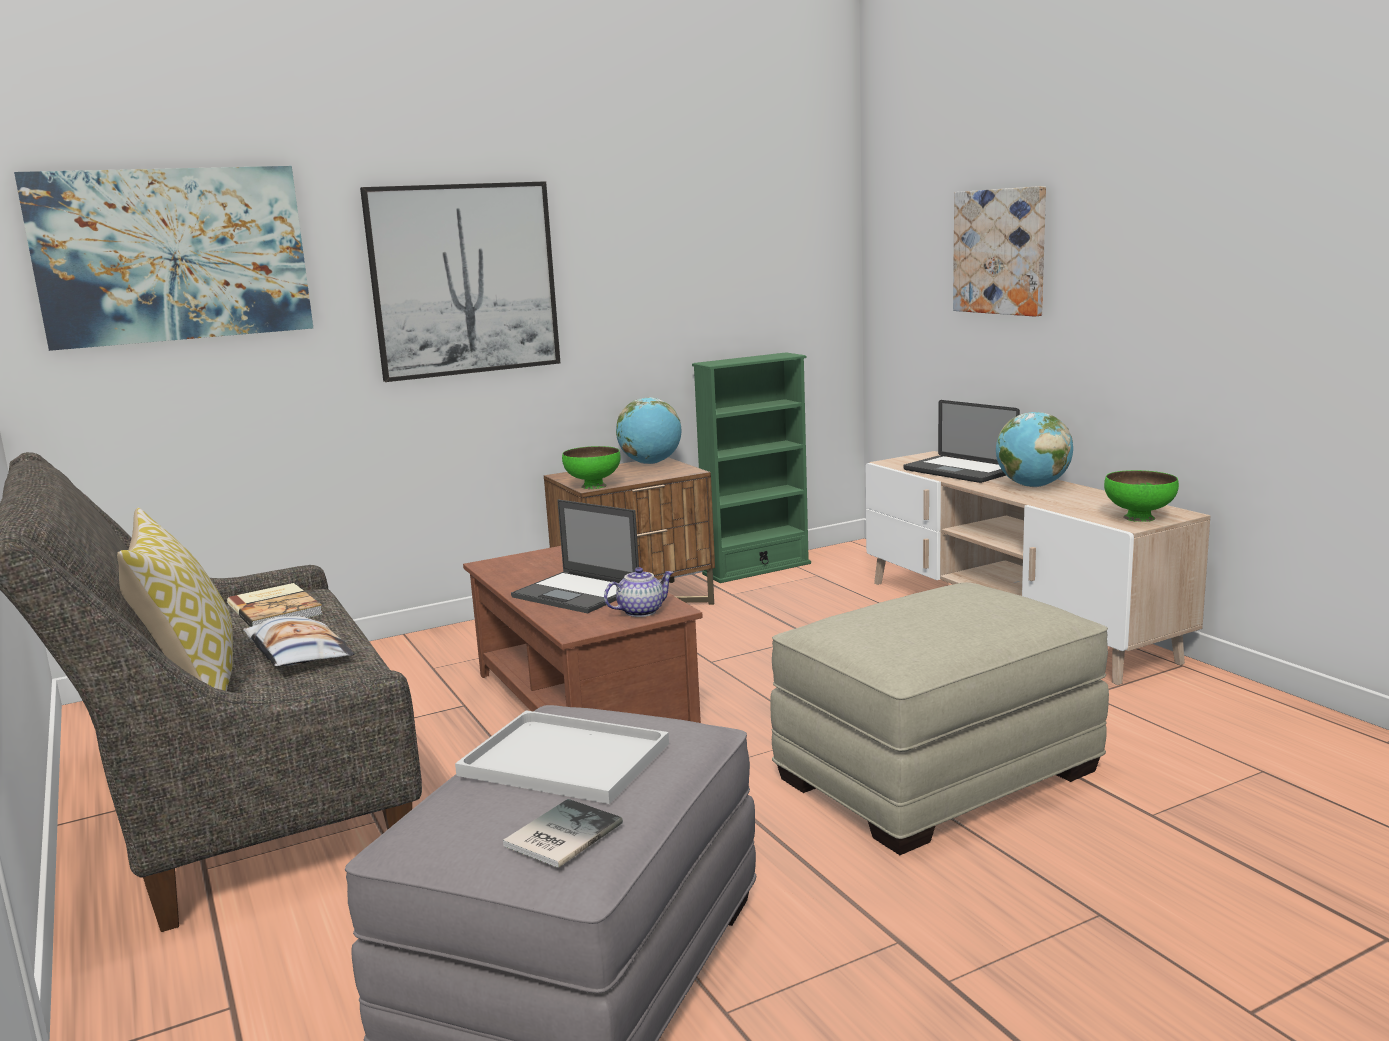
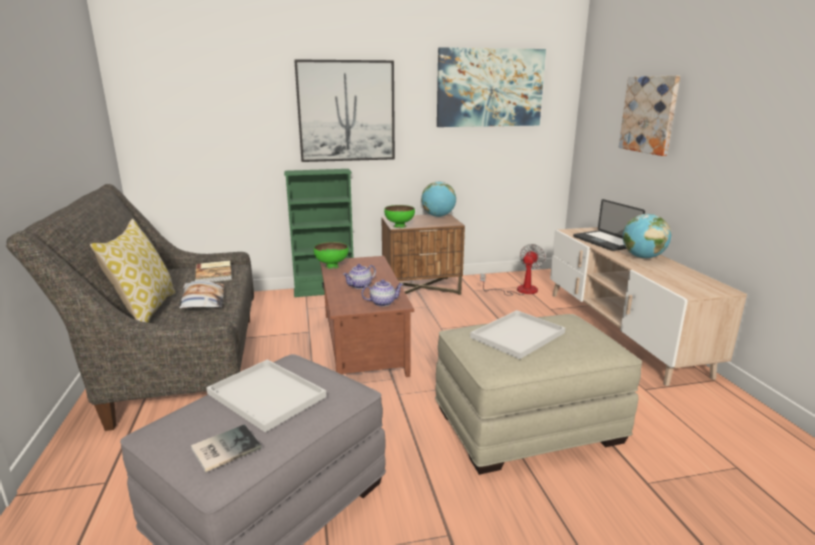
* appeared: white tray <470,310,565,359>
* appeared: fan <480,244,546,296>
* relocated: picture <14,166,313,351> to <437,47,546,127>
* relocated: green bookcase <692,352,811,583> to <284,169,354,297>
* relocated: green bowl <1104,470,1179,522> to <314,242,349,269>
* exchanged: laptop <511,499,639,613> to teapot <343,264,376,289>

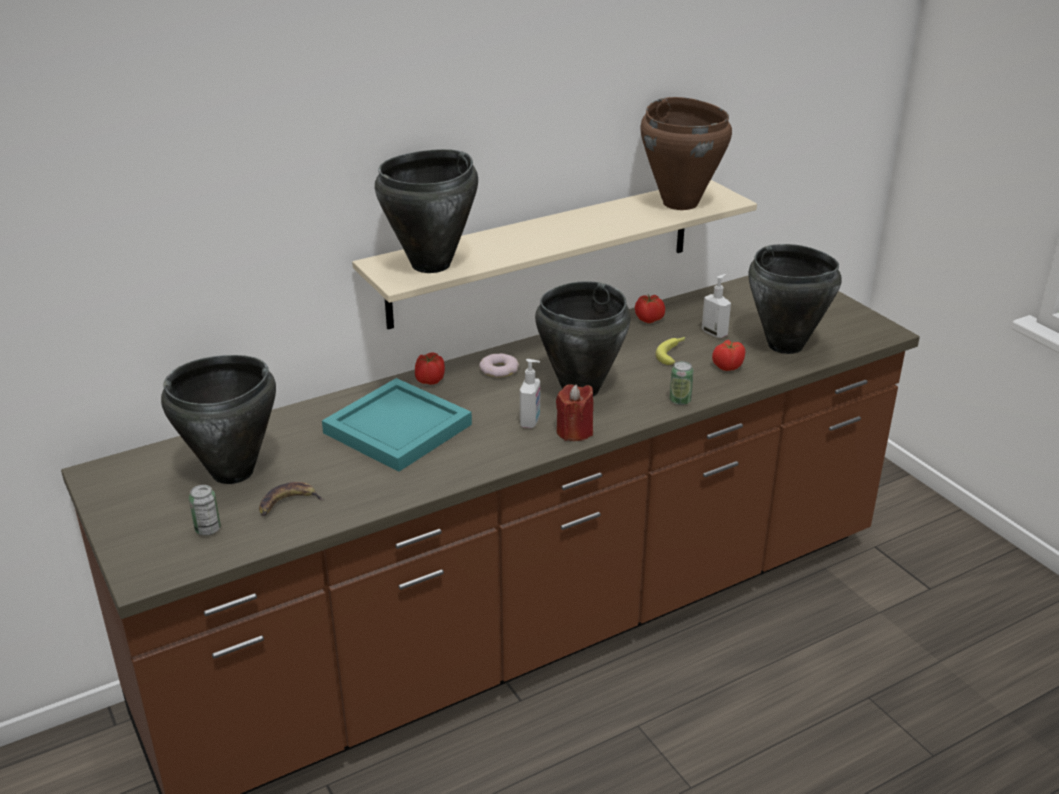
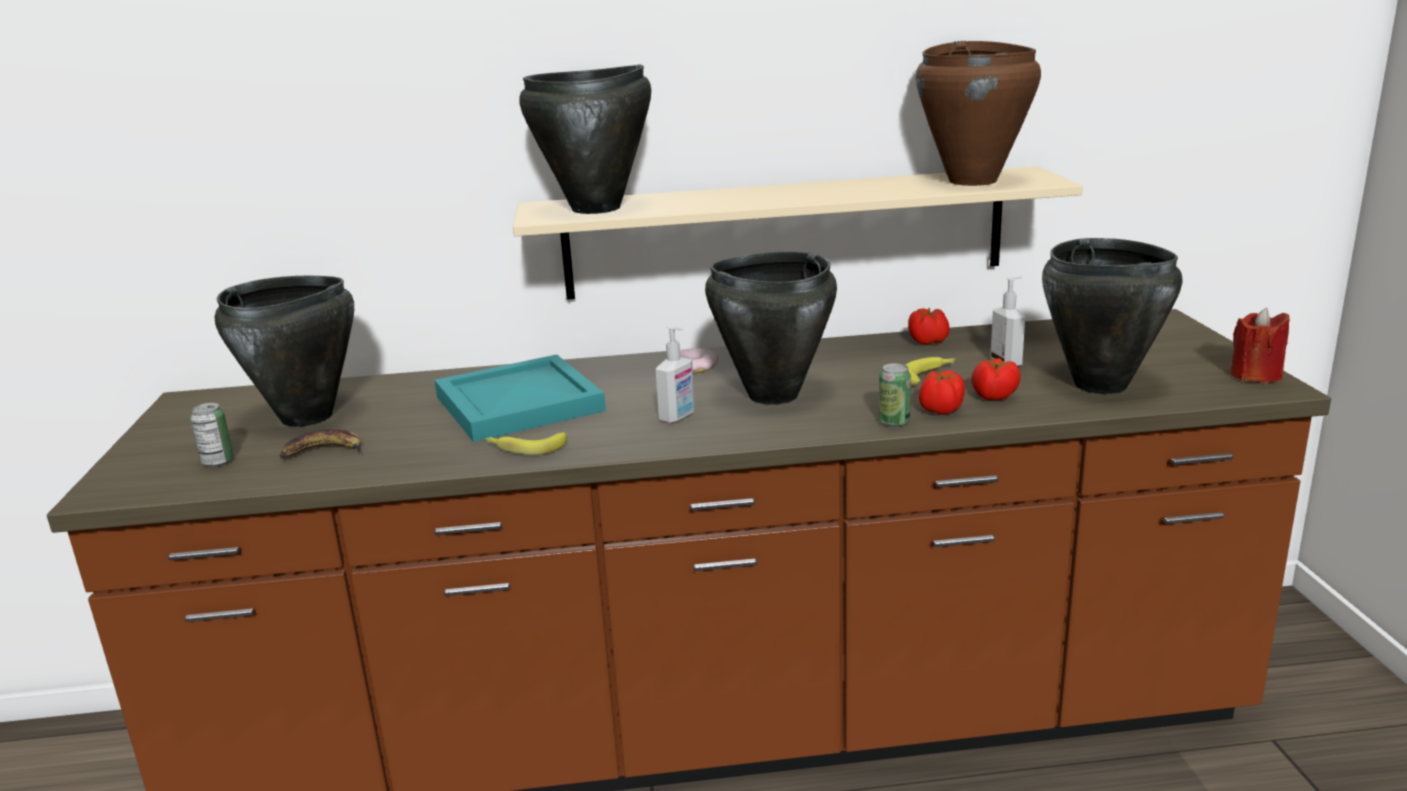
* appeared: banana <486,432,567,455>
* relocated: tomato <415,352,445,385> to <919,370,965,415>
* relocated: red candle <556,384,593,441> to <1230,308,1290,383>

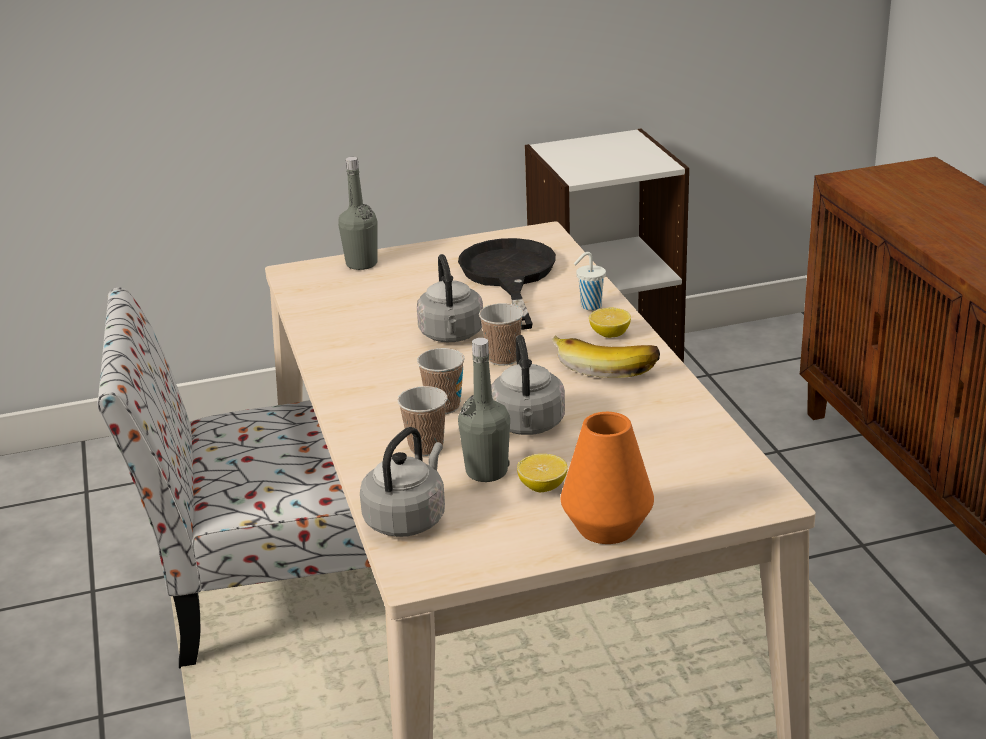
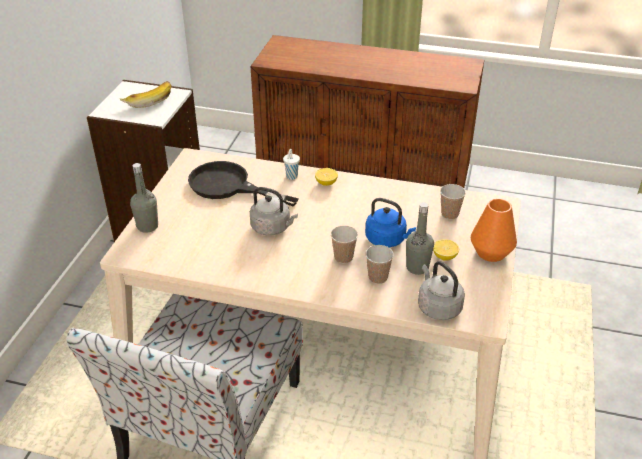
* relocated: cup <479,303,524,366> to <440,184,466,220>
* relocated: banana <552,335,660,378> to <120,81,172,108>
* colour: grey kettle <491,335,565,435> to blue kettle <365,198,416,247>

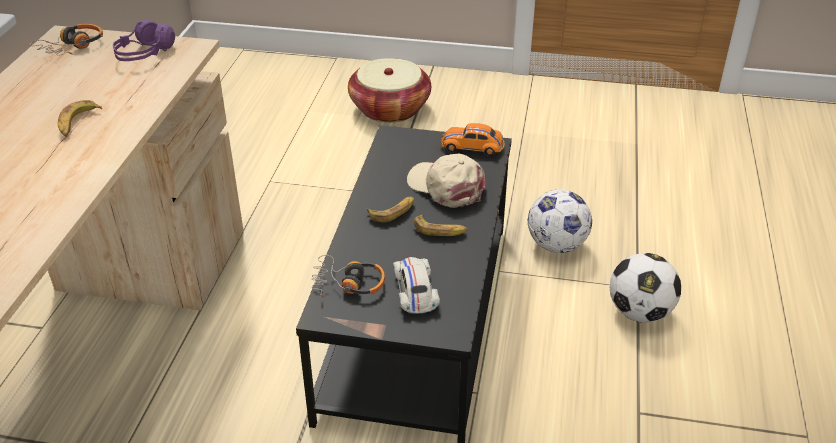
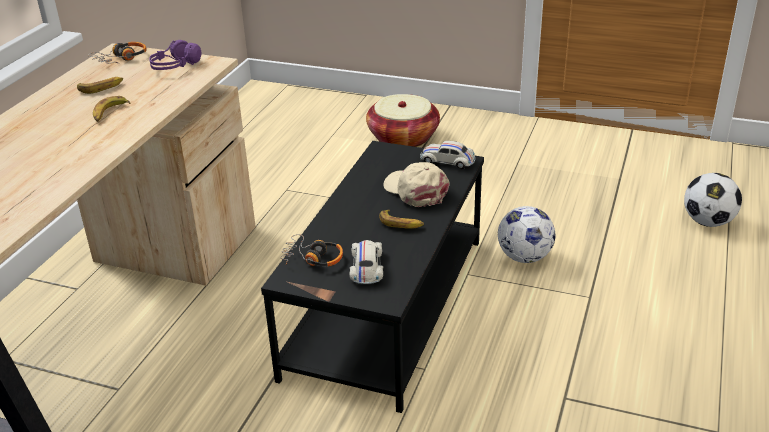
* relocated: banana <367,197,414,223> to <77,77,123,94>
* relocated: football <610,253,681,322> to <684,173,742,227>
* colour: orange toy car <441,123,505,156> to white toy car <420,141,475,169>

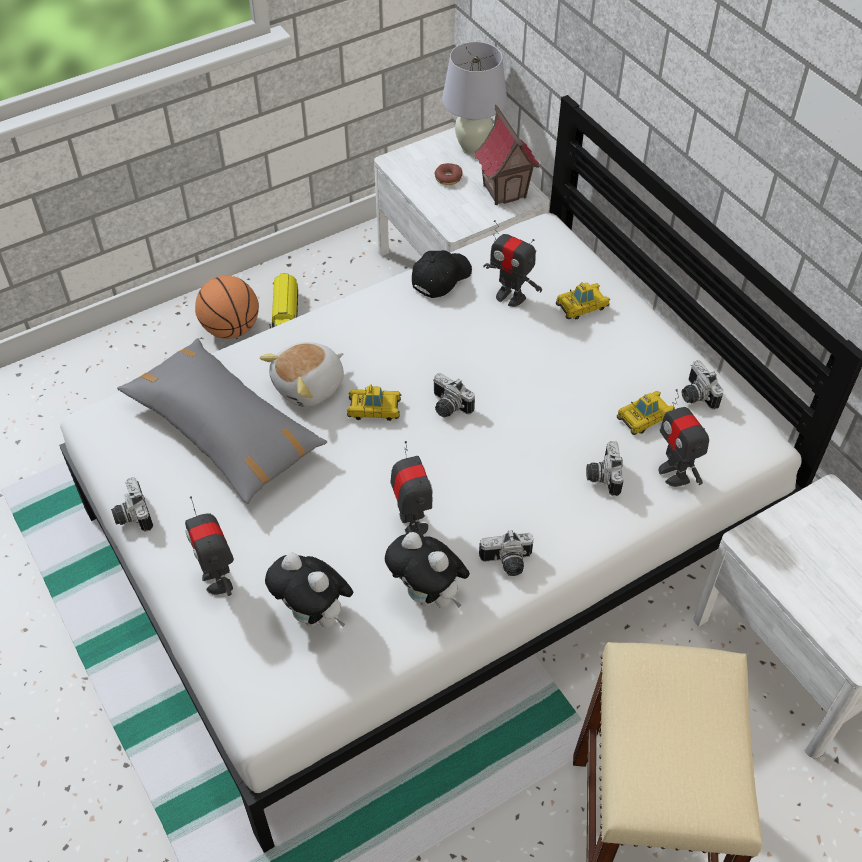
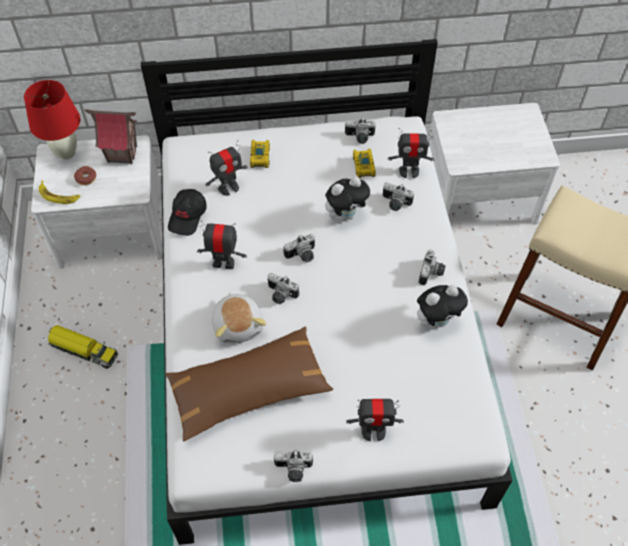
* missing: basketball <195,276,259,339>
* appeared: banana <39,181,80,204>
* relocated: plush toy <265,553,353,628> to <325,176,371,222>
* relocated: toy robot <391,441,433,537> to <197,220,247,269>
* exchanged: toy car <347,385,401,421> to photo camera <268,273,299,304>
* colour: grey pillow <117,338,327,504> to brown pillow <165,327,333,441>
* colour: white table lamp <442,42,507,155> to red table lamp <24,80,80,160>
* spun: black cap <412,250,472,298> = <168,189,207,236> 135 degrees counterclockwise

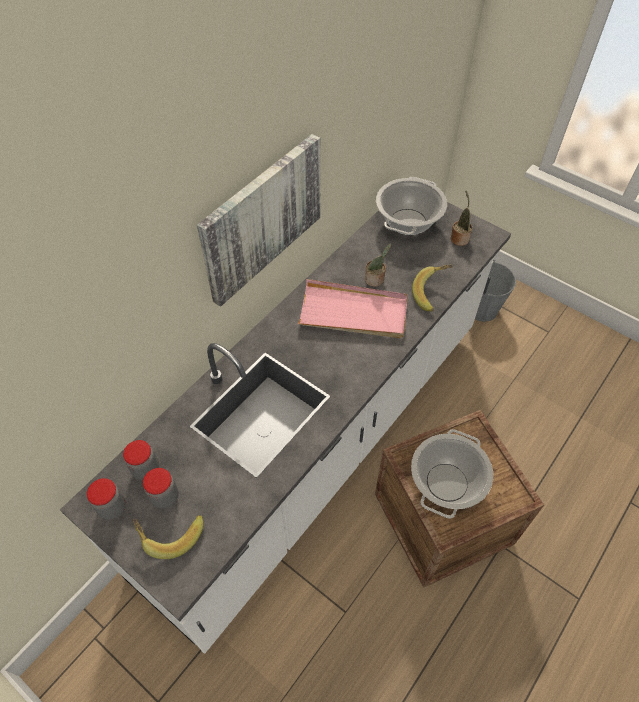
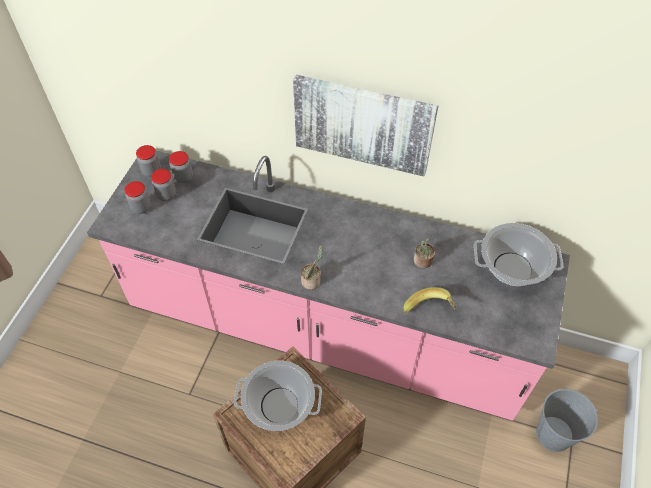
* missing: pink tray <297,279,407,338>
* relocated: potted plant <451,191,472,246> to <301,245,323,290>
* exchanged: banana <133,515,204,559> to jar <124,181,151,214>
* colour: white counter <60,202,511,654> to pink counter <87,150,570,421>

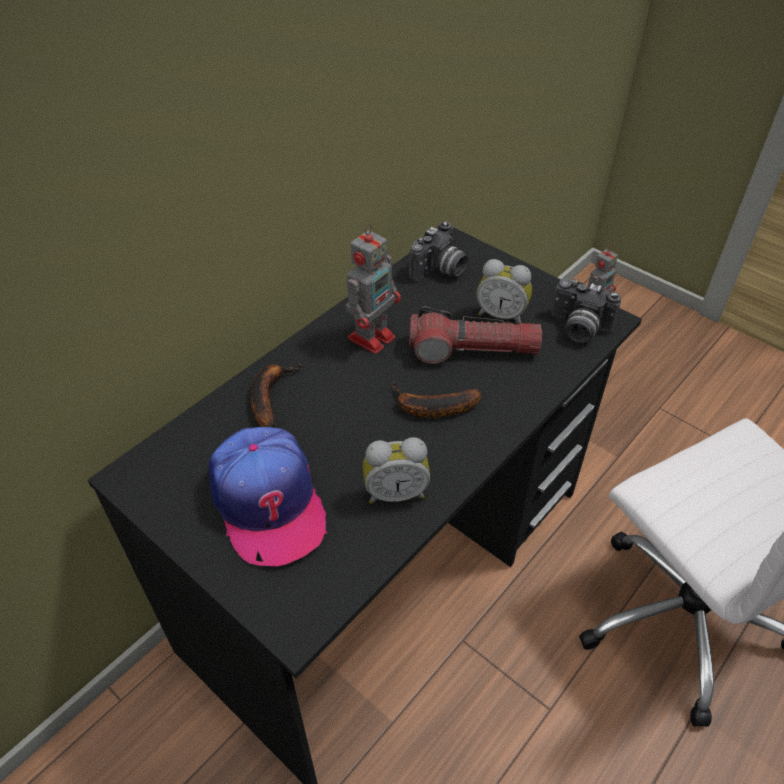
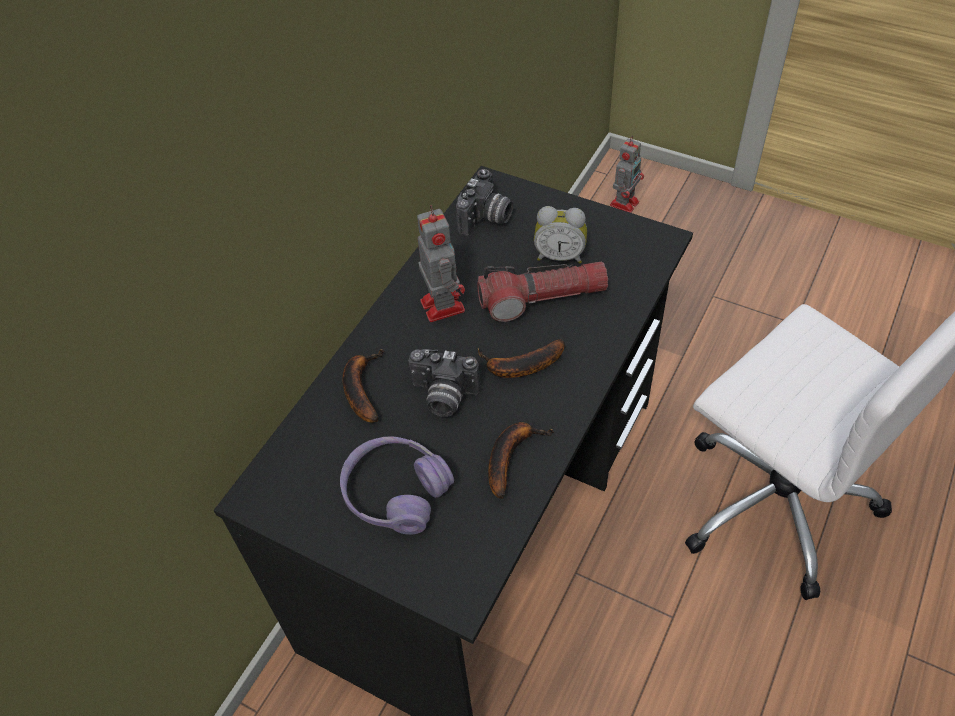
* relocated: photo camera <551,279,621,343> to <408,349,481,417>
* exchanged: cap <209,427,327,566> to purple headphones <340,436,454,535>
* exchanged: alarm clock <363,437,430,504> to banana <488,422,554,499>
* spun: toy robot <346,224,401,354> = <417,205,465,322> 45 degrees counterclockwise

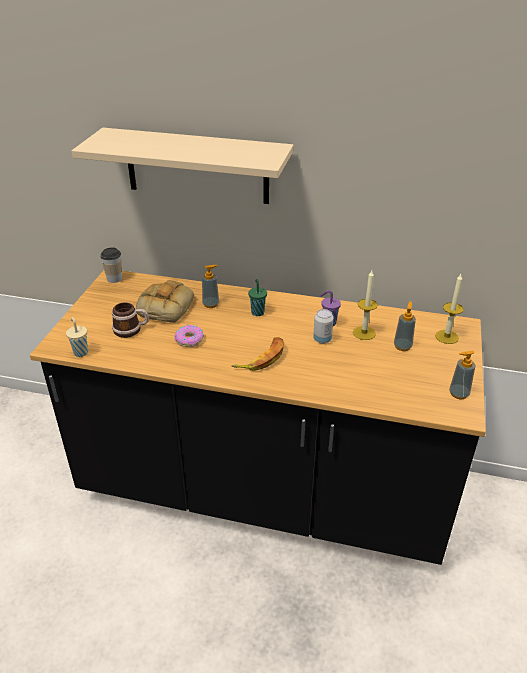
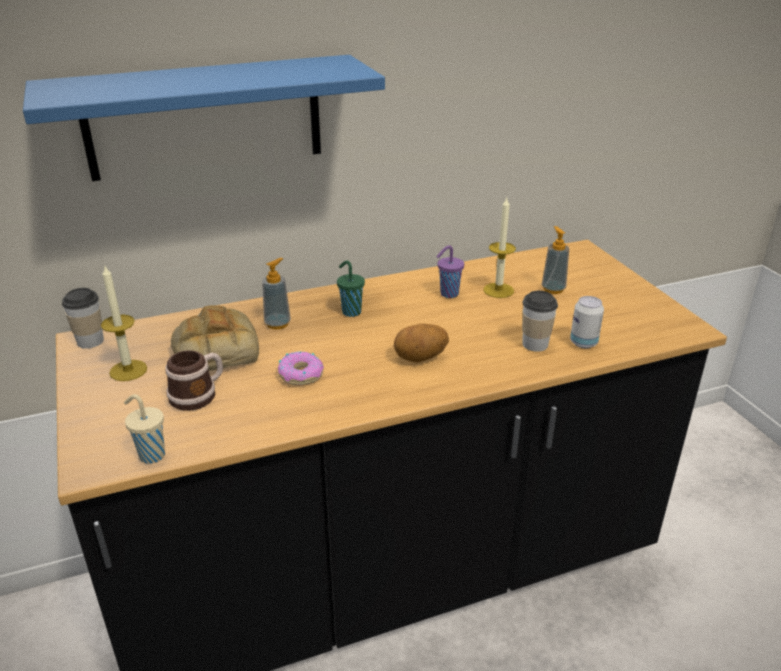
* missing: soap dispenser <449,351,476,399>
* appeared: cup <522,291,558,352>
* relocated: can <313,309,334,344> to <570,296,604,348>
* relocated: candle <435,274,464,344> to <101,264,147,381>
* exchanged: banana <231,337,284,371> to potato <394,324,449,362>
* colour: beige shelf <72,128,294,204> to blue shelf <23,55,385,181>

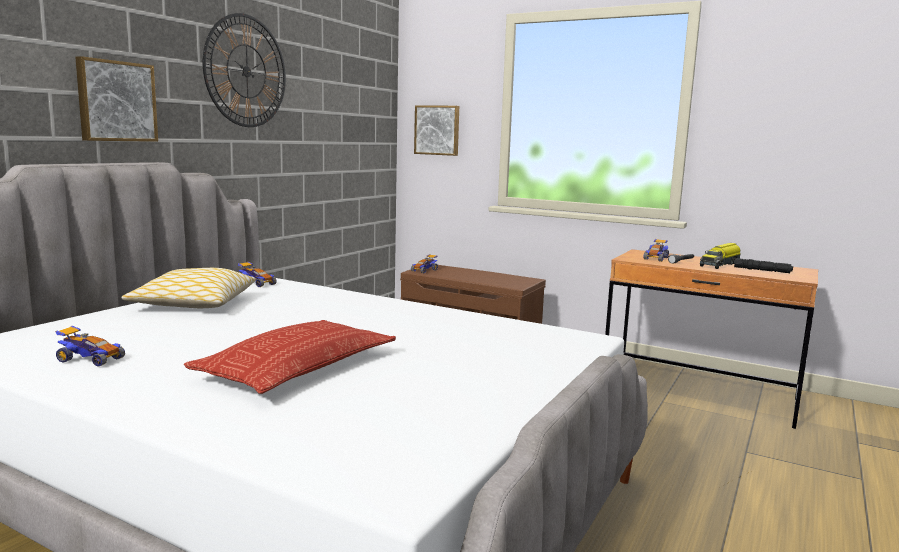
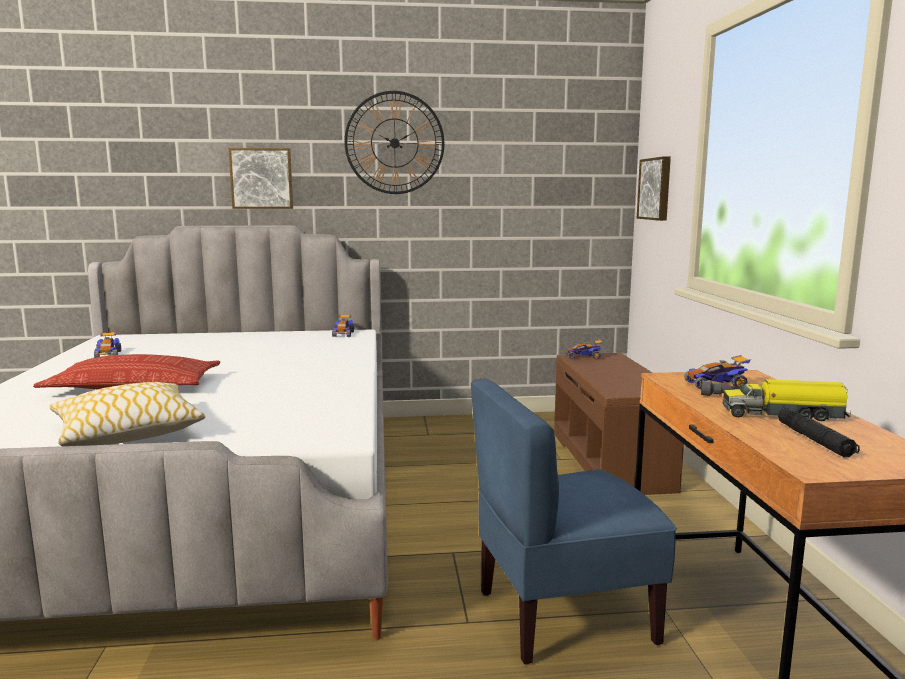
* appeared: blue chair <471,379,677,665>
* relocated: pillow <121,268,256,308> to <49,382,205,446>

